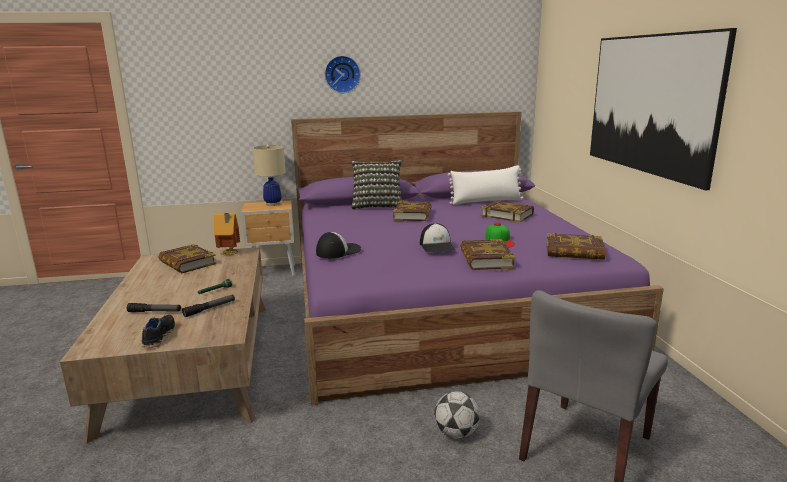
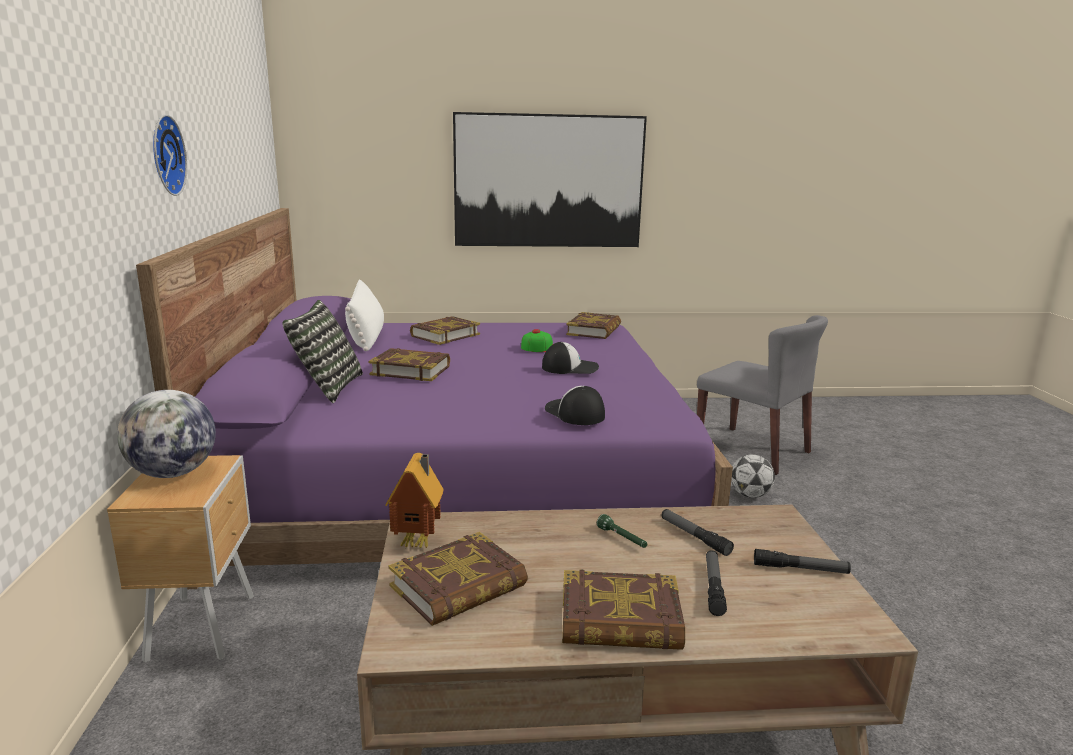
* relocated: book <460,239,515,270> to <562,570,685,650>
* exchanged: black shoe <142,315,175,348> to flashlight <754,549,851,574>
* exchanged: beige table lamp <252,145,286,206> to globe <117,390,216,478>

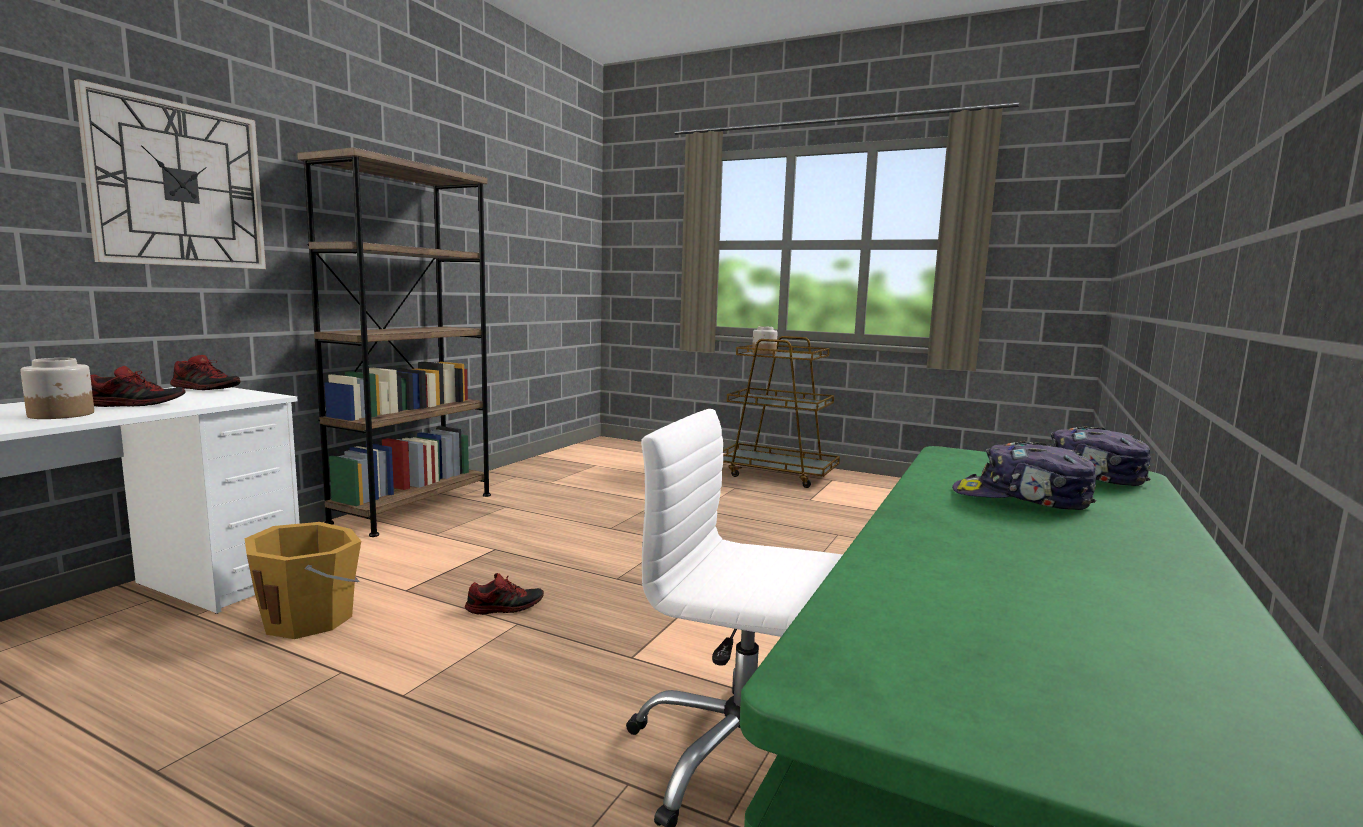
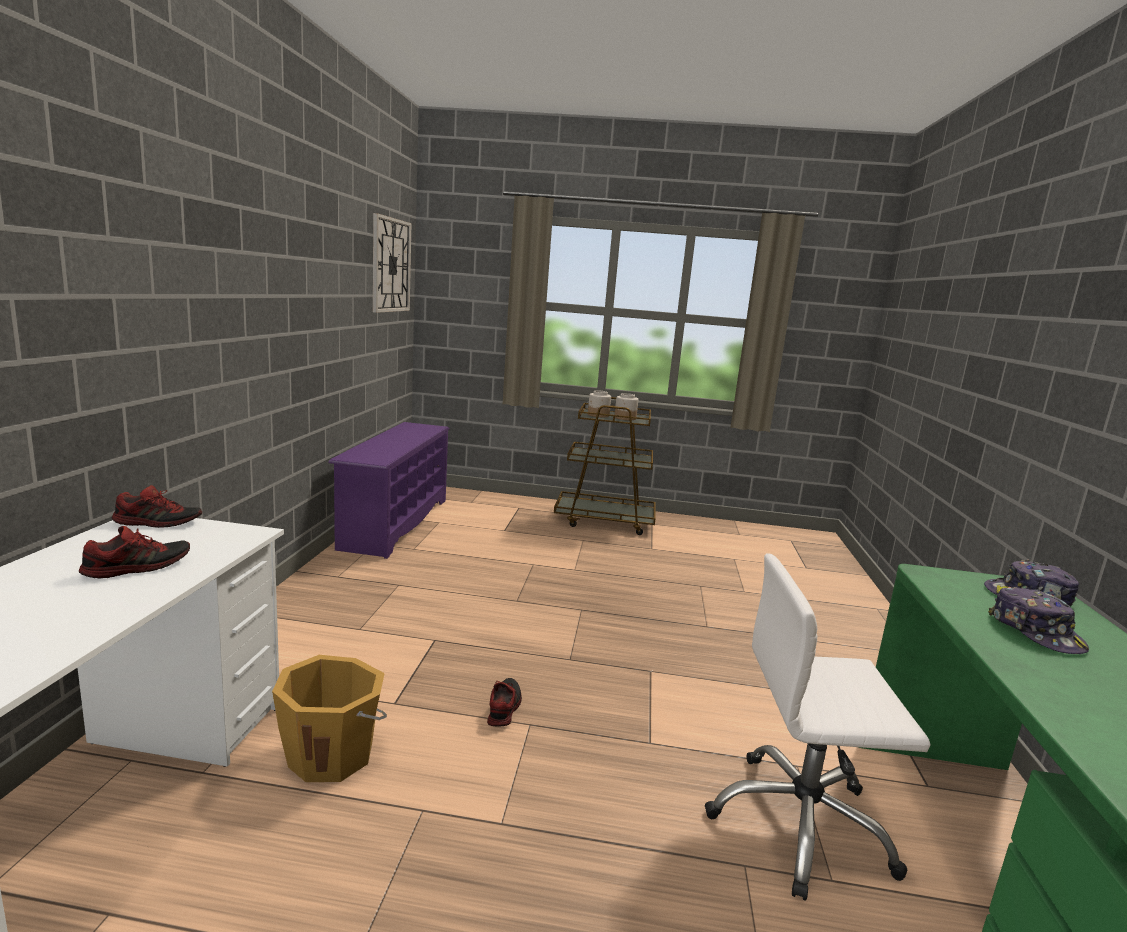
* missing: brown bookcase <297,147,491,537>
* appeared: purple shoe rack <328,422,450,559>
* relocated: jar <21,358,94,419> to <615,393,638,420>
* relocated: wall clock <74,79,266,269> to <373,213,411,313>
* spun: shoe <465,573,544,615> = <487,678,522,726> 45 degrees counterclockwise
* spun: cap <952,441,1097,510> = <988,587,1089,654> 105 degrees counterclockwise

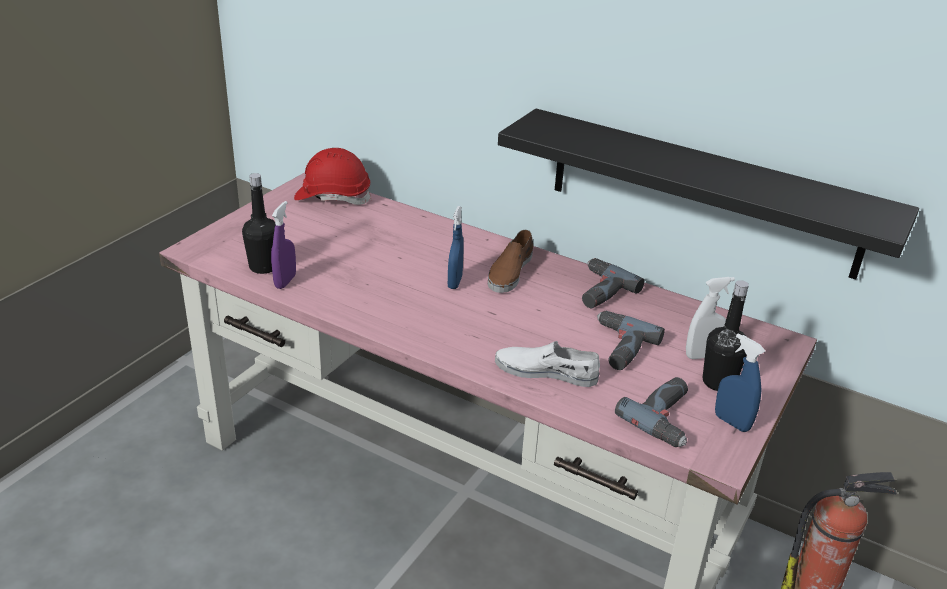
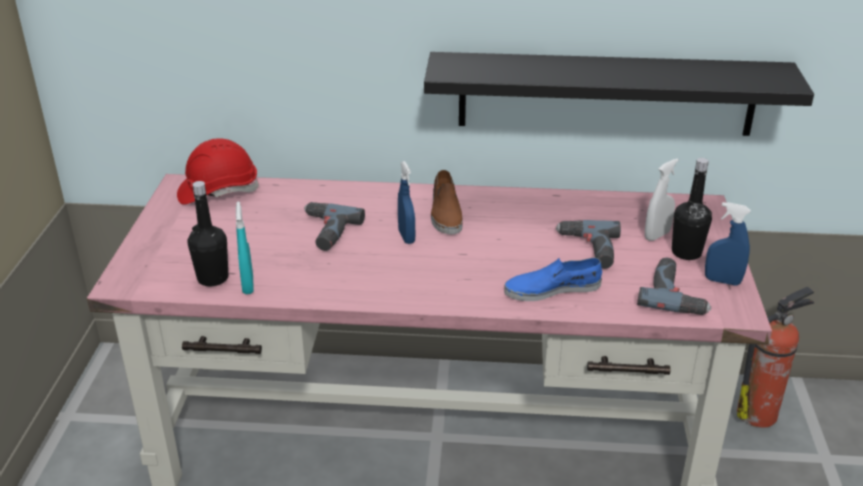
* relocated: power drill <582,258,644,308> to <304,202,365,251>
* colour: purple spray bottle <271,201,296,289> to turquoise spray bottle <236,201,254,294>
* colour: white shoe <495,341,600,387> to blue shoe <504,258,602,301>

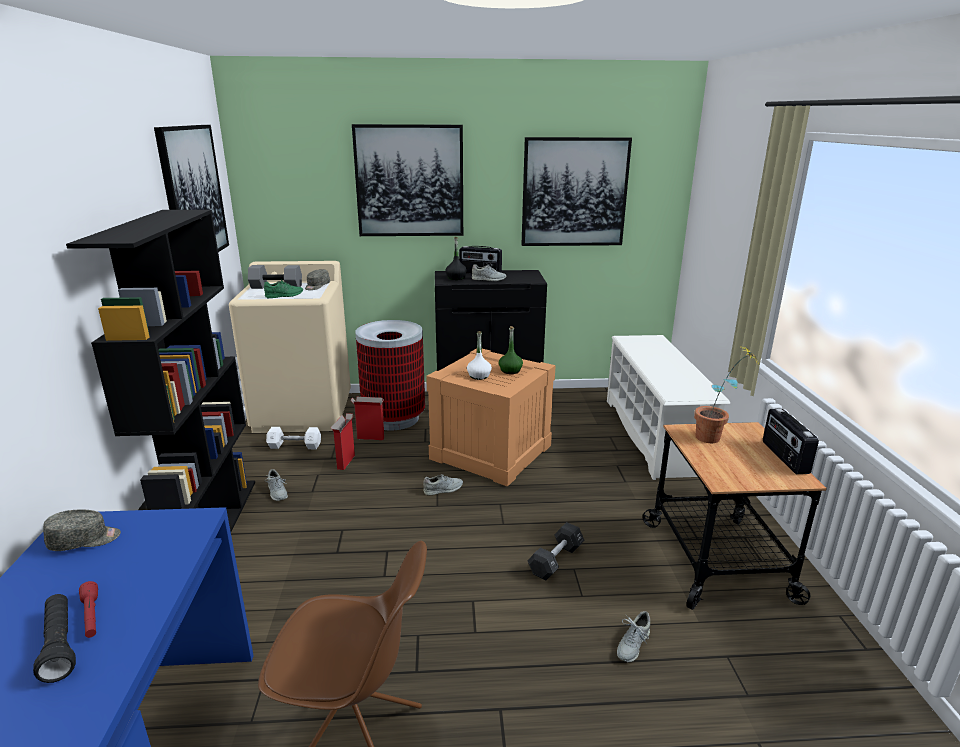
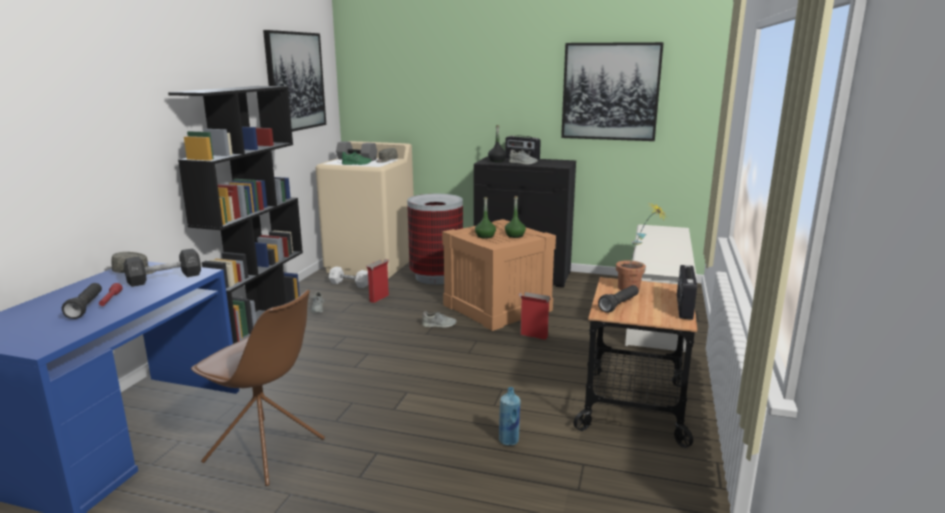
* missing: picture <352,124,463,236>
* appeared: black flashlight <598,285,639,313>
* relocated: cardboard box <351,397,384,440> to <518,292,551,340>
* relocated: black dumbbell <528,522,585,580> to <123,248,201,287>
* exchanged: grey shoe <617,611,650,662> to blue bottle <499,387,520,446>
* colour: white bottle <467,331,492,380> to green bottle <475,197,496,239>

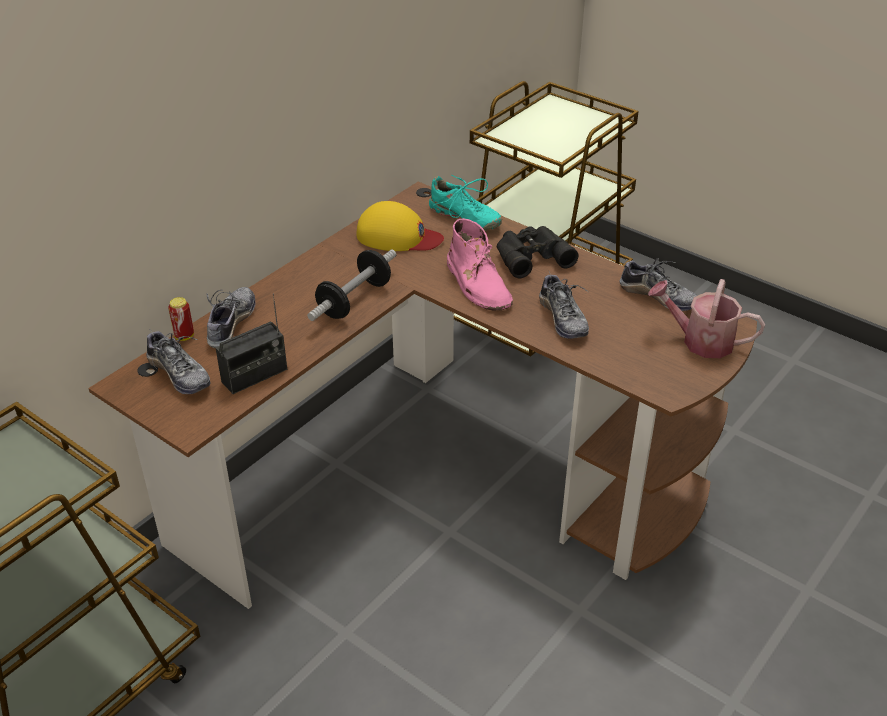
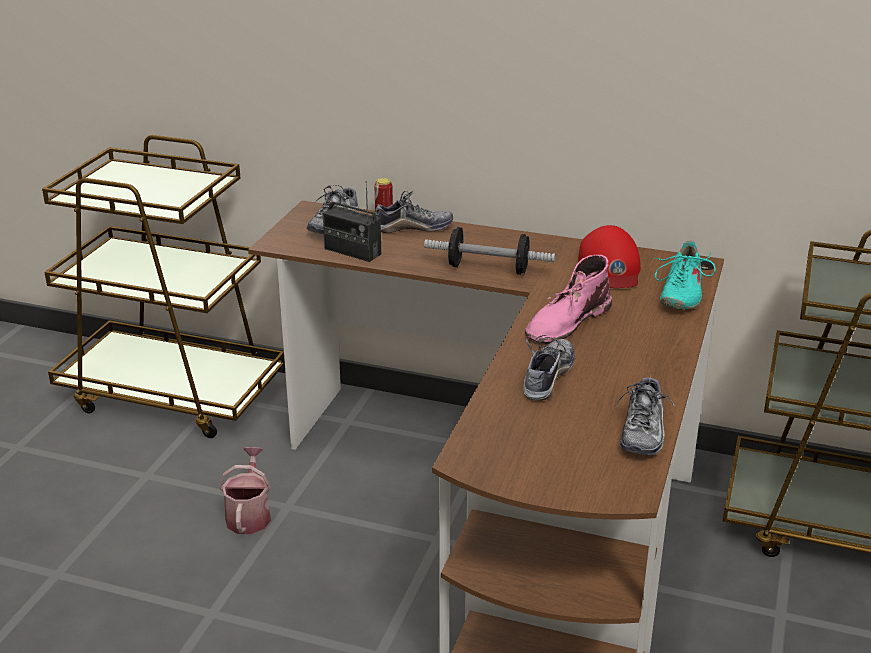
* missing: black binoculars <497,226,579,278>
* relocated: watering can <648,279,765,358> to <219,447,271,534>
* colour: yellow cap <356,201,444,251> to red cap <578,225,641,288>
* spun: shoe <539,270,589,339> = <523,335,576,401> 150 degrees clockwise

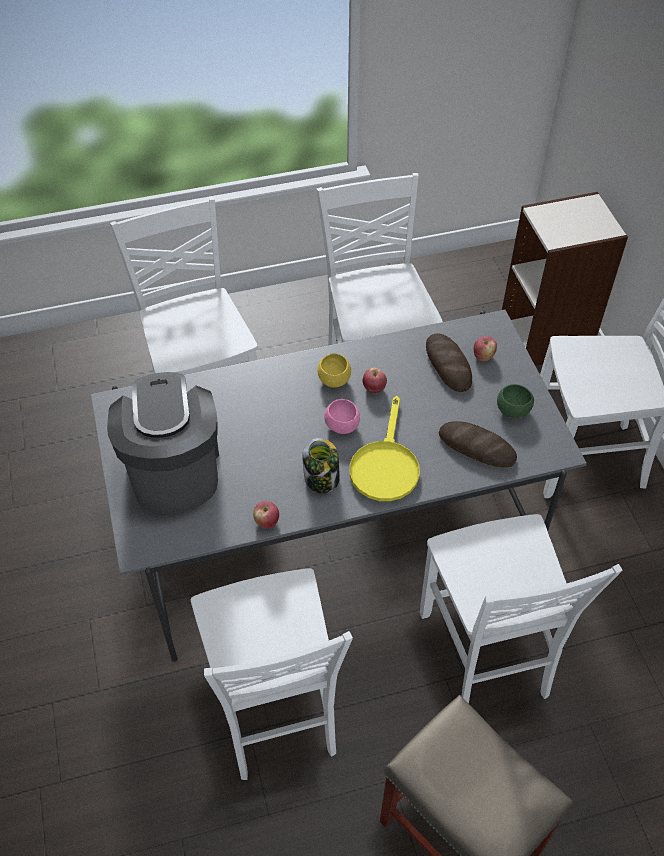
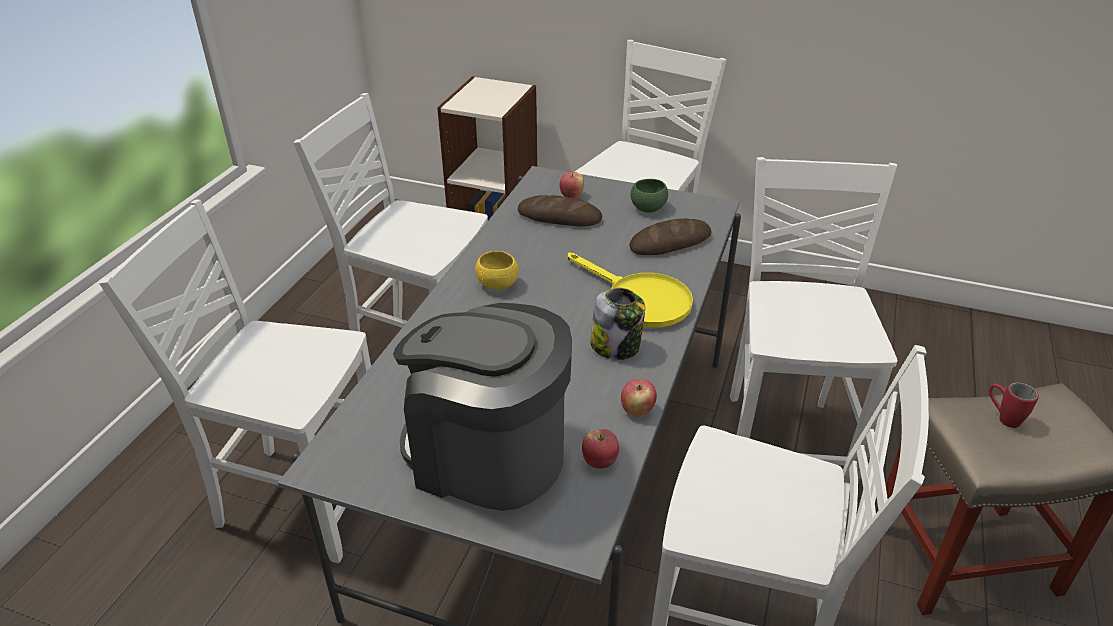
* missing: pink bowl <324,399,360,434>
* appeared: red mug <989,382,1039,428>
* relocated: apple <363,368,387,394> to <582,429,619,469>
* spun: white chair <420,514,623,703> = <730,157,898,468> 105 degrees counterclockwise

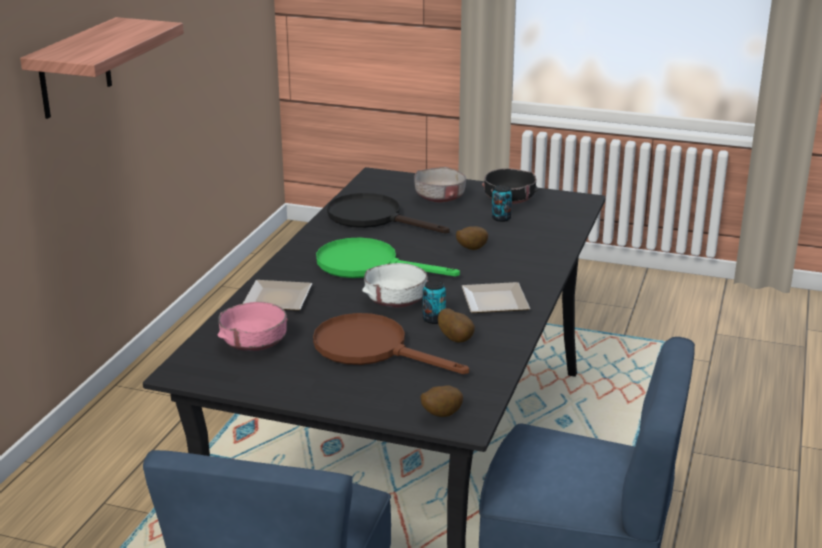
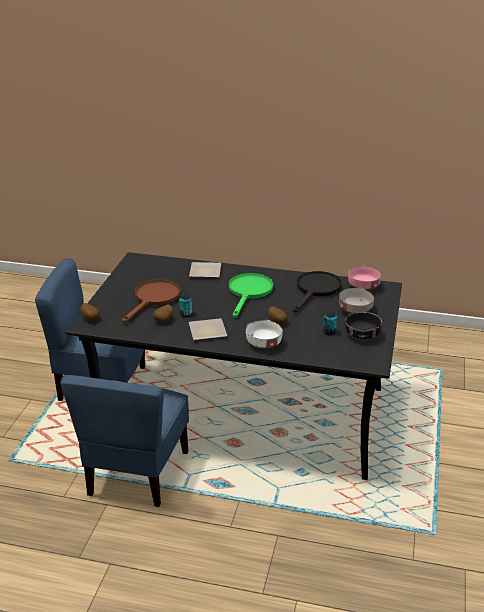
* missing: shelf <20,17,184,119>
* relocated: pink bowl <218,302,288,351> to <348,266,381,290>
* relocated: white bowl <362,263,428,308> to <246,320,283,349>

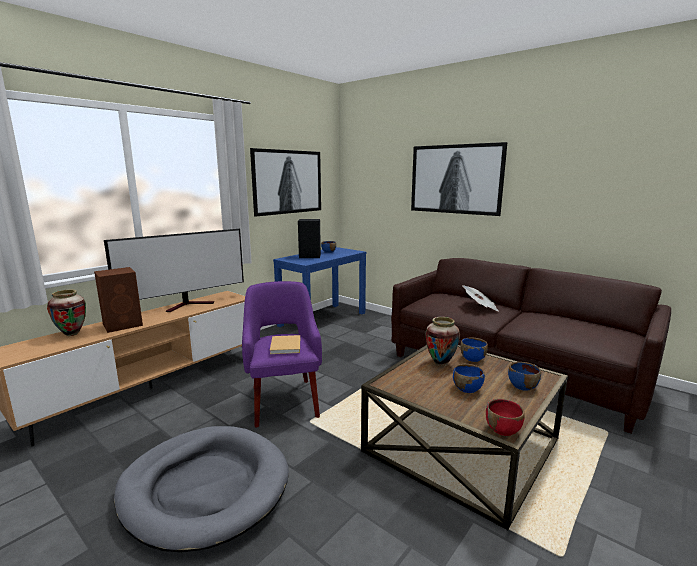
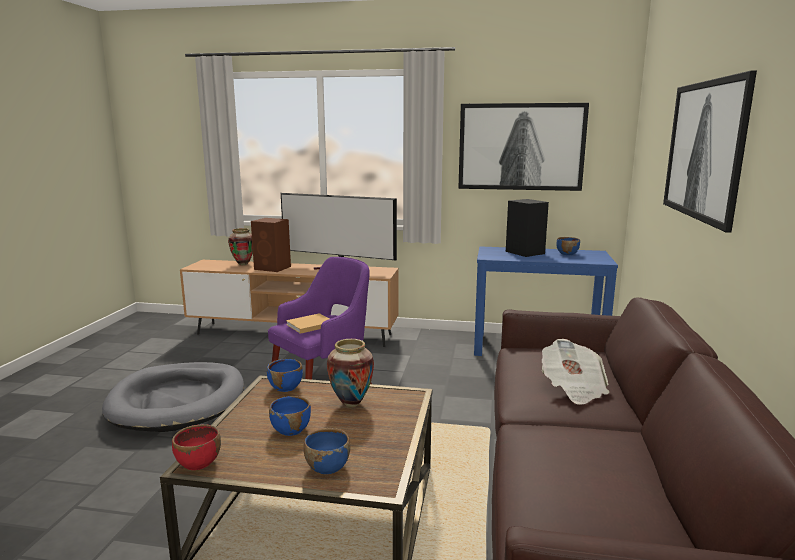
* relocated: blue bowl <460,338,488,362> to <267,359,303,392>

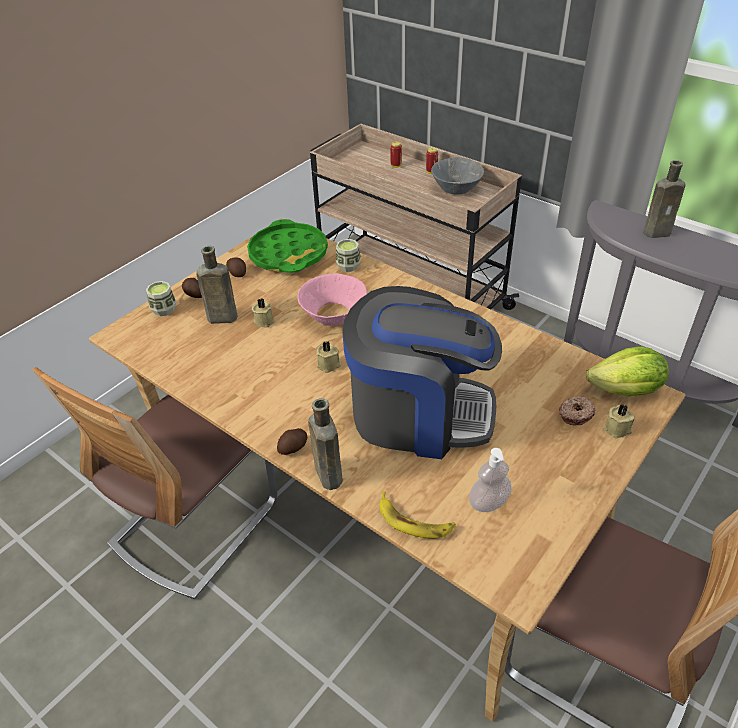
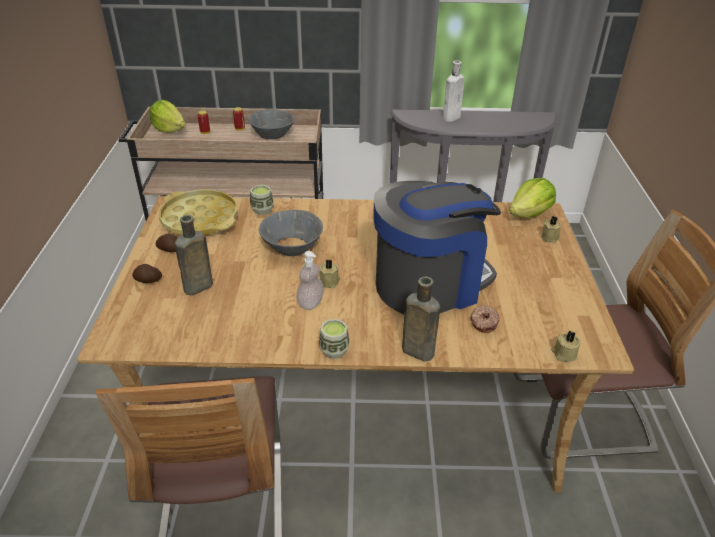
* missing: potato <277,428,307,455>
* missing: banana <379,491,456,539>
* appeared: lettuce <149,100,186,133>
* relocated: cup <146,281,176,316> to <319,319,349,359>
* relocated: beige candle <252,298,275,328> to <552,331,581,362>
* relocated: soap dispenser <469,448,512,512> to <297,251,324,310>
* relocated: donut <559,396,595,426> to <471,305,500,333>
* colour: green tray <247,219,328,273> to yellow tray <159,190,238,235>
* colour: pink bowl <297,273,367,326> to grey bowl <259,210,323,256>
* colour: brown bottle <643,160,686,238> to white bottle <443,61,464,122>

